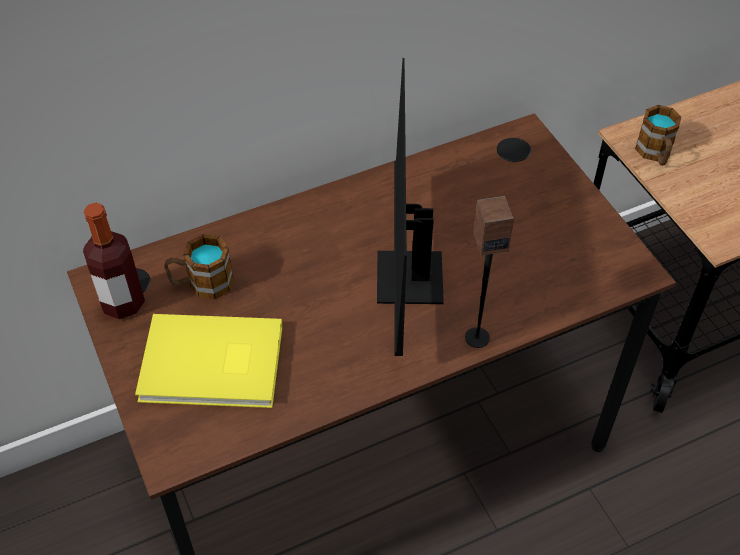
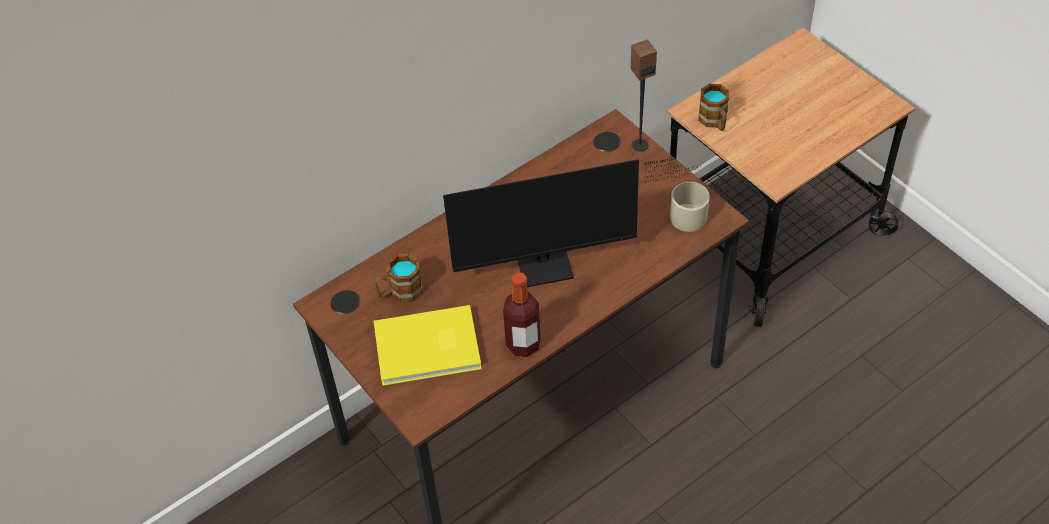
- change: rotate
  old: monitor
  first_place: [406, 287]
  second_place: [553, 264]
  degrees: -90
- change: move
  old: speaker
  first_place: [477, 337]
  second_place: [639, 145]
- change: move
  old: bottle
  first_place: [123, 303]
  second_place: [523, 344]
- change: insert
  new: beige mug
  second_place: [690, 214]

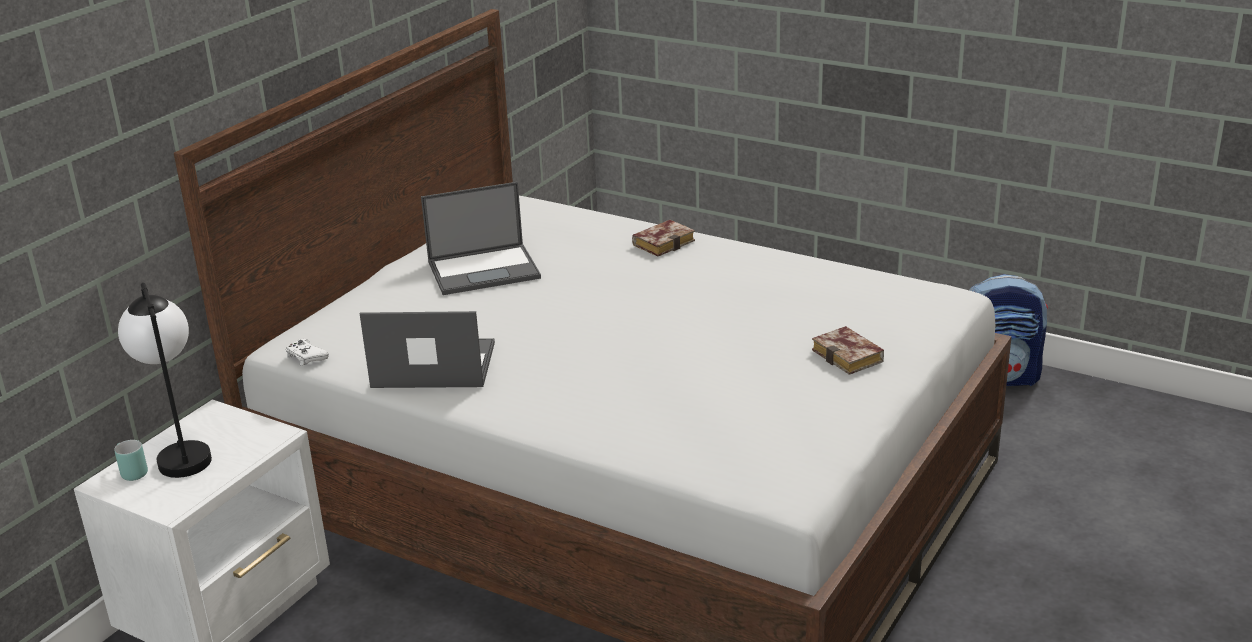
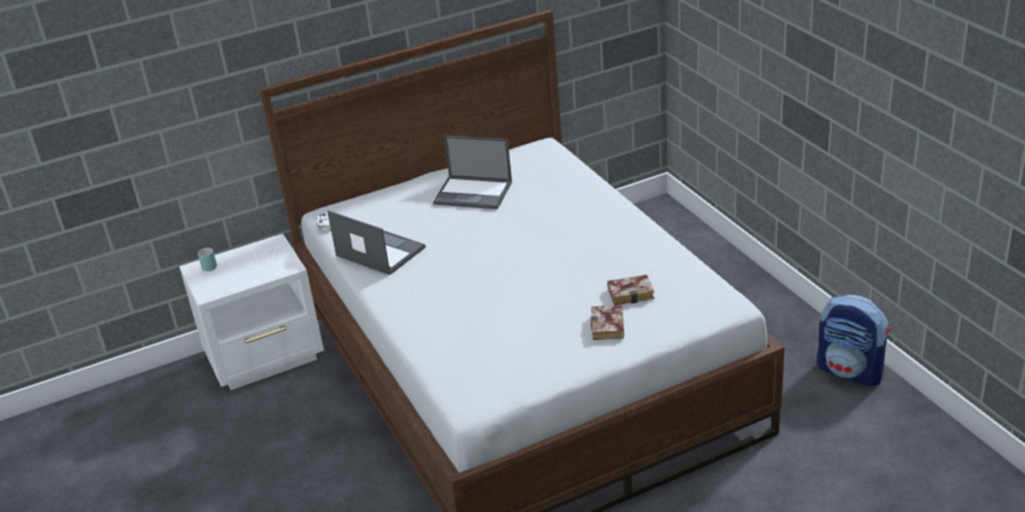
- change: move
  old: book
  first_place: [664, 242]
  second_place: [632, 293]
- change: delete
  old: table lamp
  first_place: [181, 452]

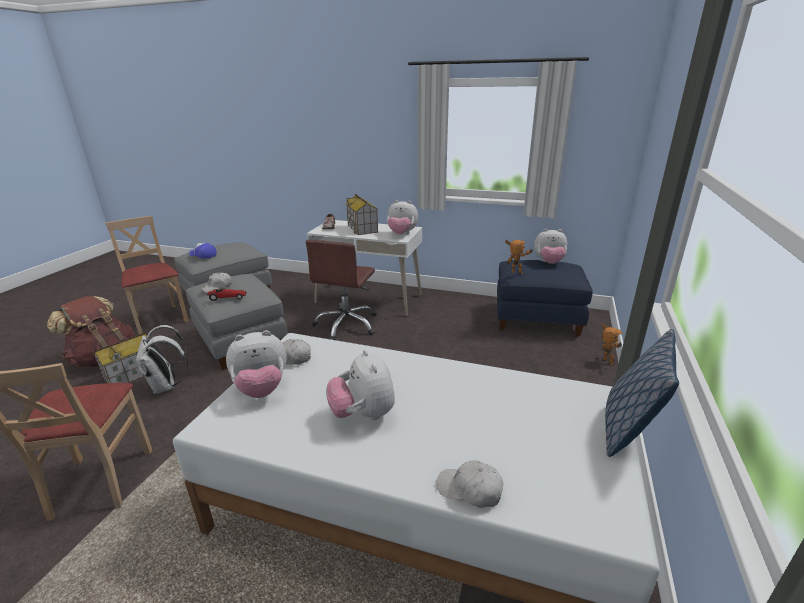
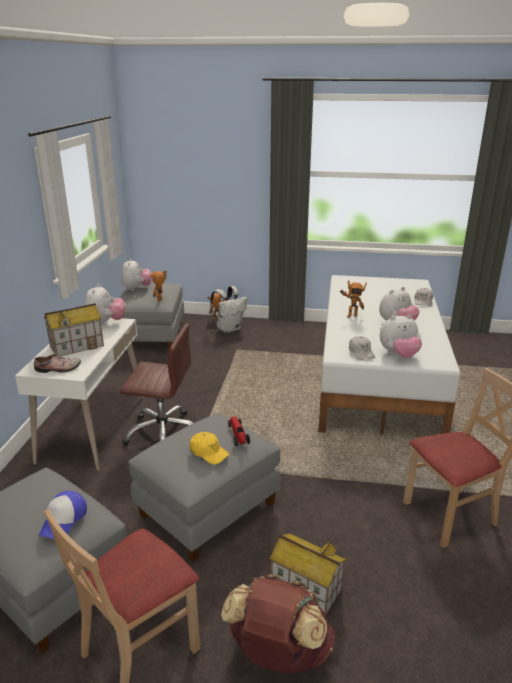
- change: recolor
  old: blue ottoman
  new: grey ottoman
  first_place: [537, 318]
  second_place: [151, 336]
- change: recolor
  old: white cap
  new: yellow cap
  first_place: [217, 287]
  second_place: [208, 452]
- change: move
  old: white backpack
  first_place: [167, 386]
  second_place: [229, 329]
- change: delete
  old: pillow
  first_place: [628, 428]
- change: rotate
  old: plush toy
  first_place: [262, 389]
  second_place: [399, 355]
  degrees: 105
- change: insert
  new: toy robot
  second_place: [351, 315]

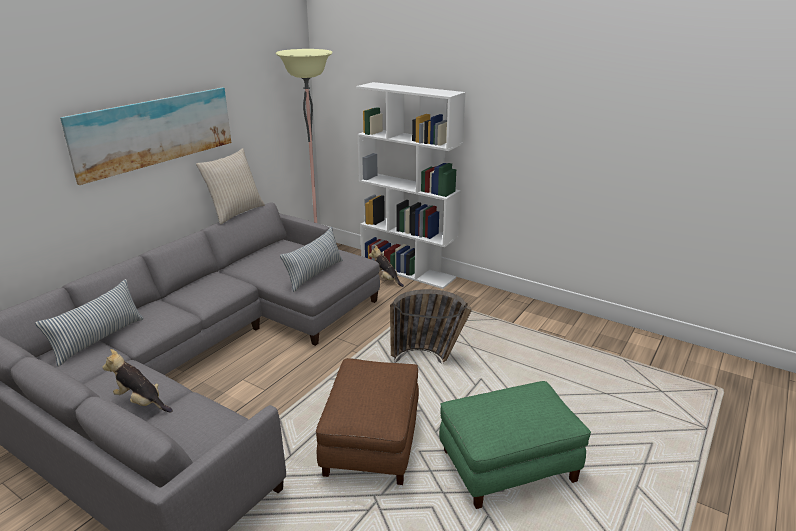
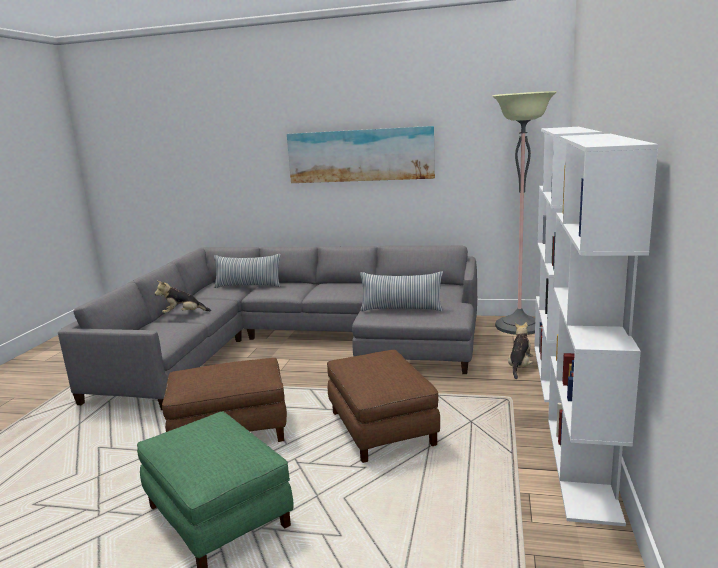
- change: delete
  old: beige pillow
  first_place: [235, 212]
- change: replace
  old: basket
  new: brown ottoman
  first_place: [429, 359]
  second_place: [380, 428]
- change: rotate
  old: plush toy
  first_place: [141, 402]
  second_place: [183, 314]
  degrees: -105
- change: insert
  new: white bookcase
  second_place: [582, 466]

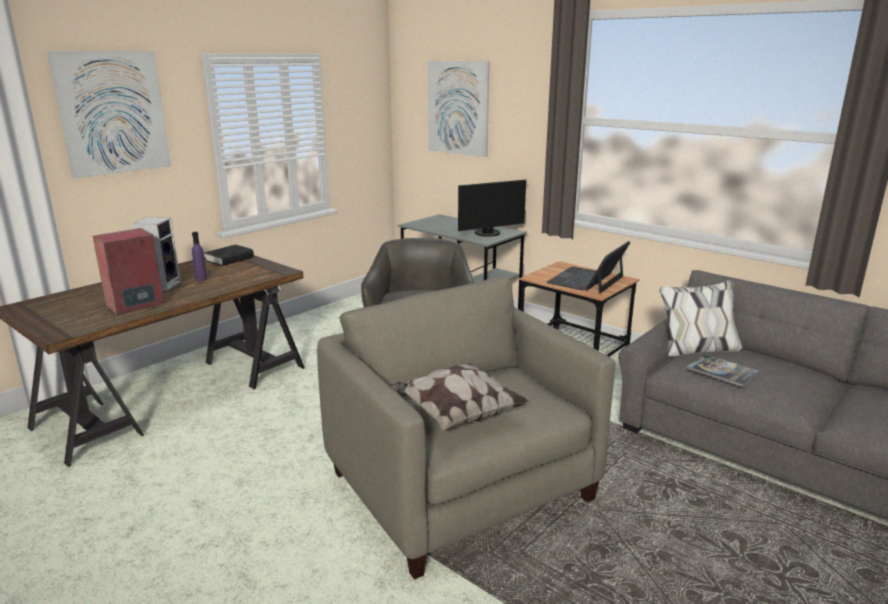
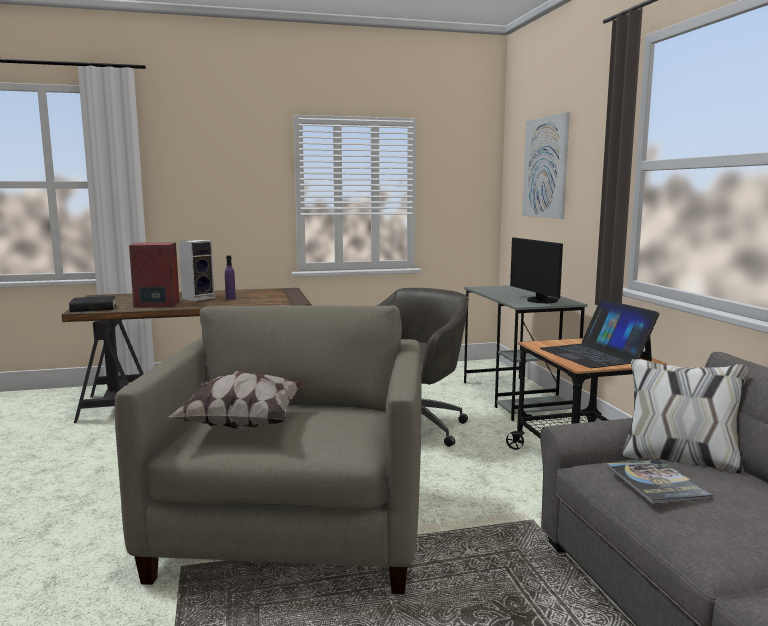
- change: delete
  old: picture
  first_place: [113, 113]
- change: rotate
  old: monitor
  first_place: [489, 233]
  second_place: [539, 301]
  degrees: 60
- change: rotate
  old: laptop
  first_place: [586, 280]
  second_place: [595, 354]
  degrees: -90
- change: move
  old: black book
  first_place: [229, 259]
  second_place: [93, 308]

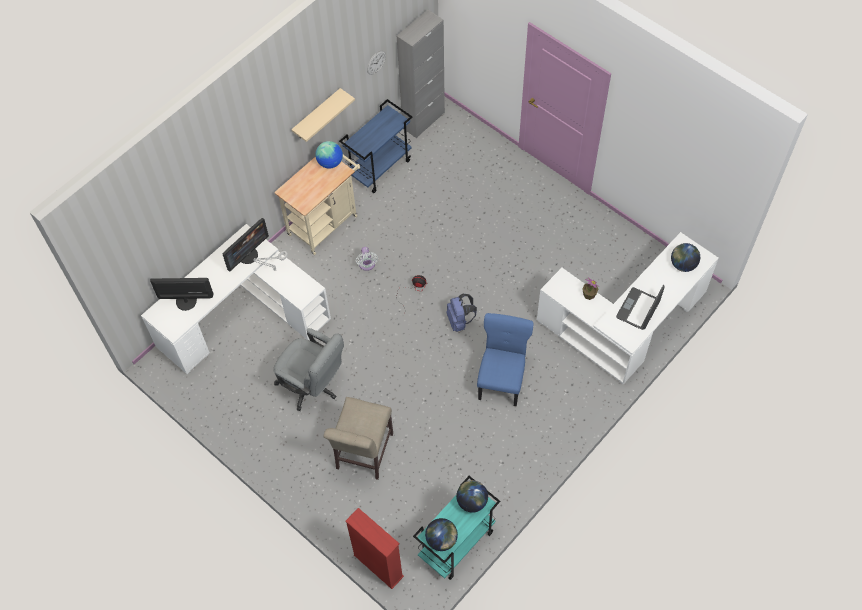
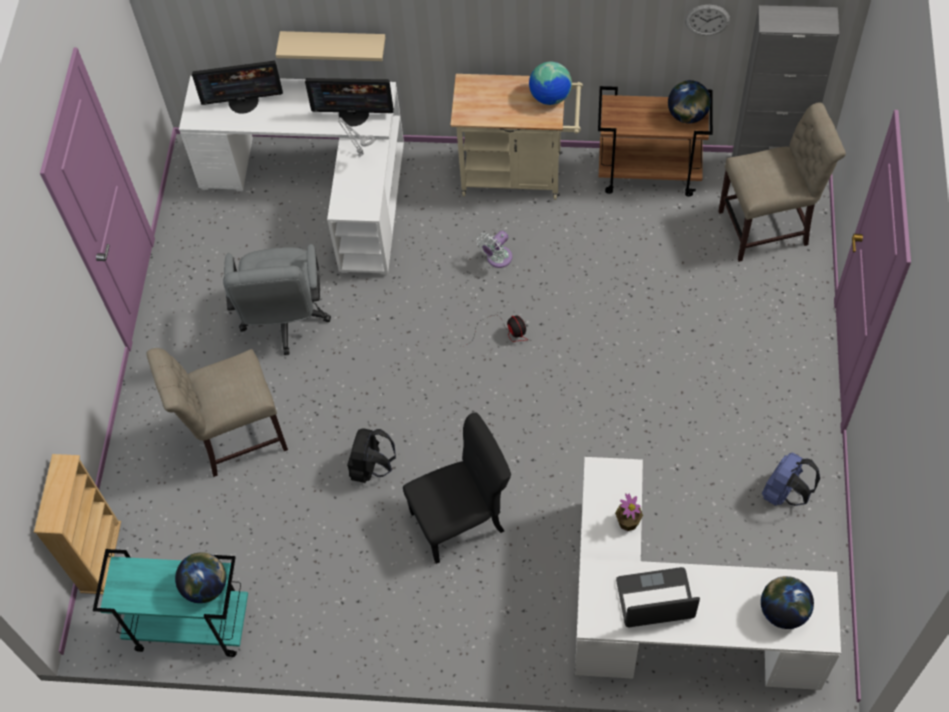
- change: move
  old: beige shelf
  first_place: [317, 115]
  second_place: [334, 44]
- change: recolor
  old: blue cart
  new: brown cart
  first_place: [379, 167]
  second_place: [650, 173]
- change: rotate
  old: monitor
  first_place: [186, 300]
  second_place: [243, 101]
  degrees: 120
- change: move
  old: blue backpack
  first_place: [460, 321]
  second_place: [785, 493]
- change: recolor
  old: blue chair
  new: black chair
  first_place: [502, 380]
  second_place: [461, 520]
- change: recolor
  old: red bookcase
  new: beige bookcase
  first_place: [378, 566]
  second_place: [100, 557]
- change: move
  old: globe
  first_place: [441, 539]
  second_place: [687, 115]
- change: insert
  new: beige chair
  second_place: [768, 227]
- change: insert
  new: black backpack
  second_place: [371, 467]

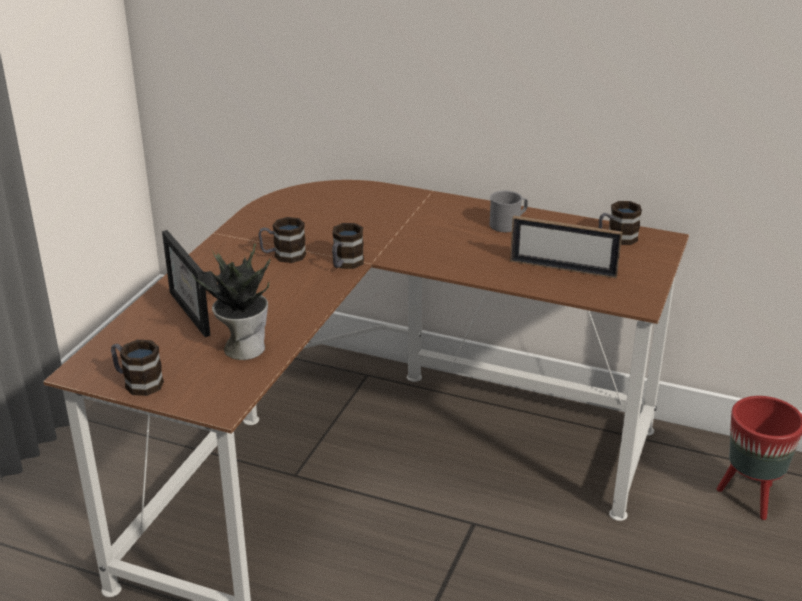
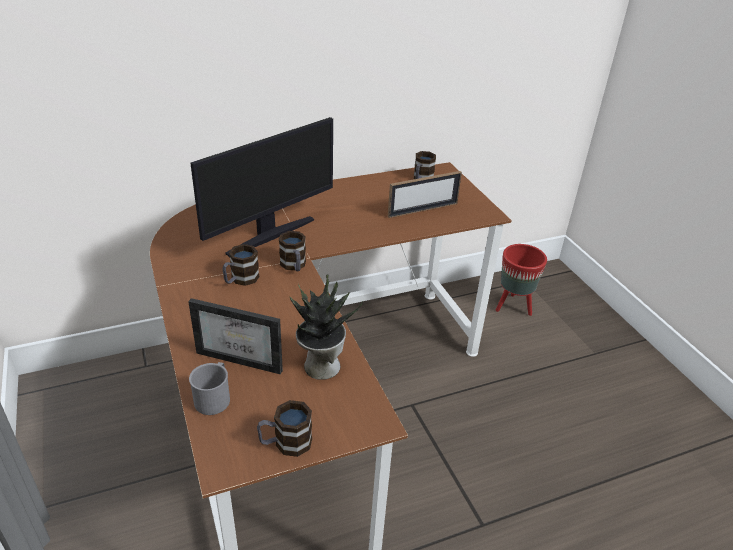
- change: move
  old: grey mug
  first_place: [508, 224]
  second_place: [214, 397]
- change: insert
  new: monitor
  second_place: [269, 235]

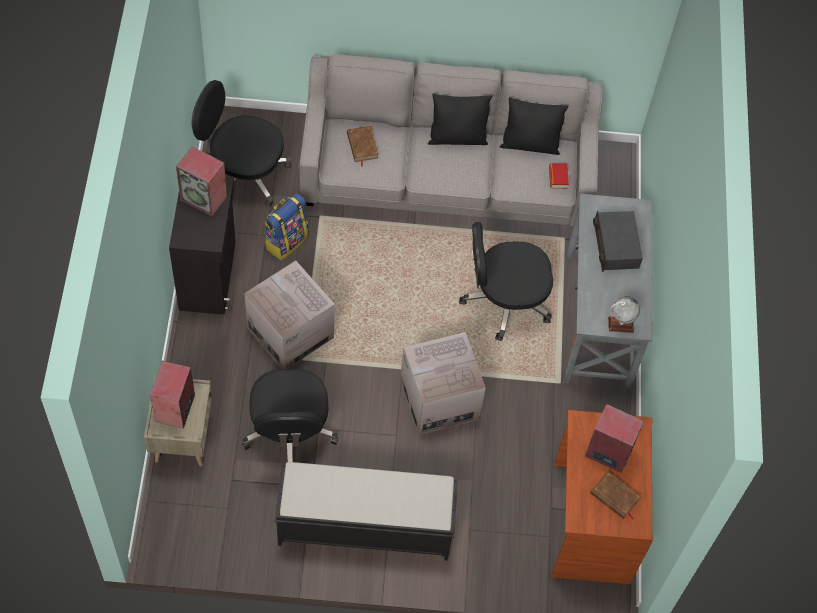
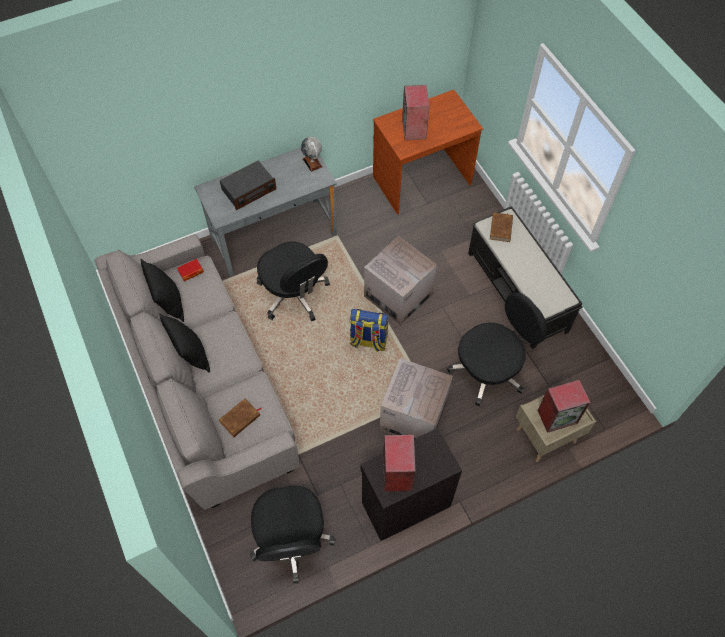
- change: move
  old: backpack
  first_place: [286, 241]
  second_place: [368, 341]
- change: move
  old: brown book
  first_place: [614, 497]
  second_place: [501, 228]

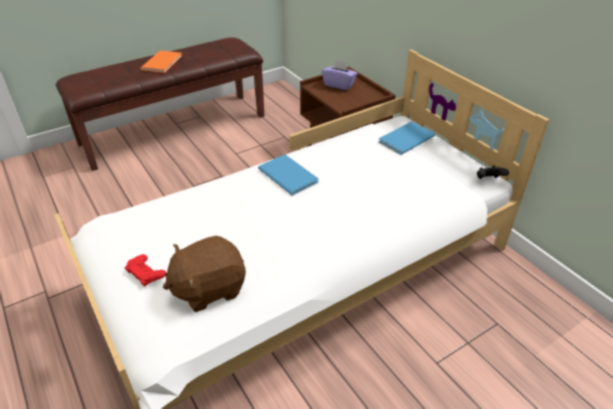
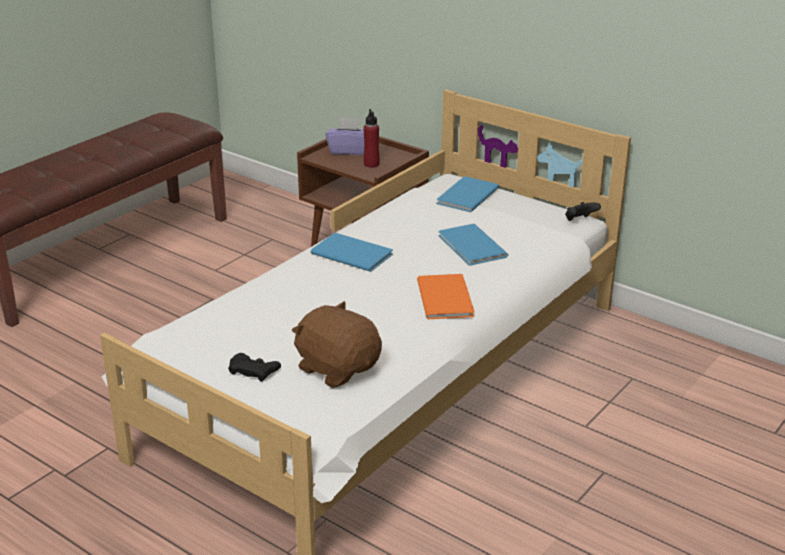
- change: move
  old: orange book
  first_place: [163, 62]
  second_place: [446, 297]
- change: rotate
  old: brown plush toy
  first_place: [209, 288]
  second_place: [337, 368]
  degrees: 90
- change: recolor
  old: red game controller
  new: black game controller
  first_place: [146, 273]
  second_place: [253, 370]
- change: insert
  new: red bottle
  second_place: [371, 164]
- change: insert
  new: blue book
  second_place: [471, 247]

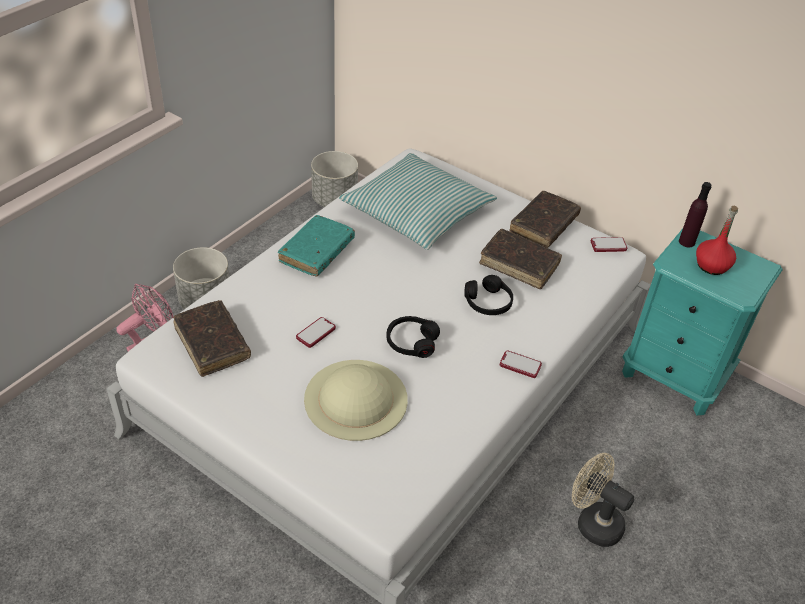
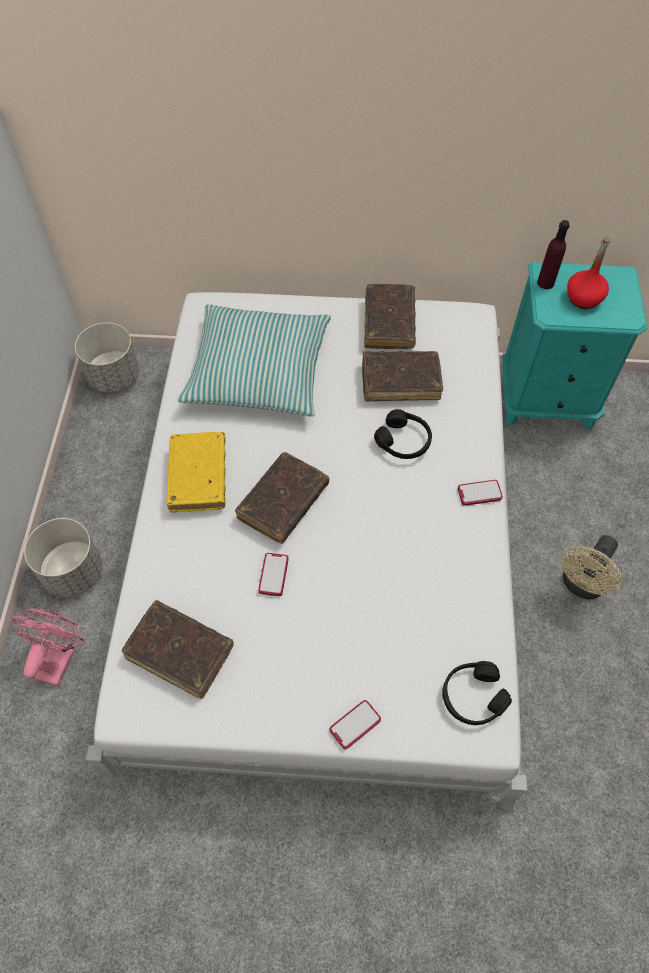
- change: recolor
  old: turquoise book
  new: yellow book
  first_place: [317, 252]
  second_place: [198, 477]
- change: move
  old: phone
  first_place: [608, 245]
  second_place: [355, 724]
- change: move
  old: black headphones
  first_place: [411, 342]
  second_place: [473, 696]
- change: delete
  old: beige hat
  first_place: [356, 399]
- change: rotate
  old: beige fan
  first_place: [593, 522]
  second_place: [581, 585]
  degrees: -60
- change: insert
  new: brown book
  second_place: [283, 502]

